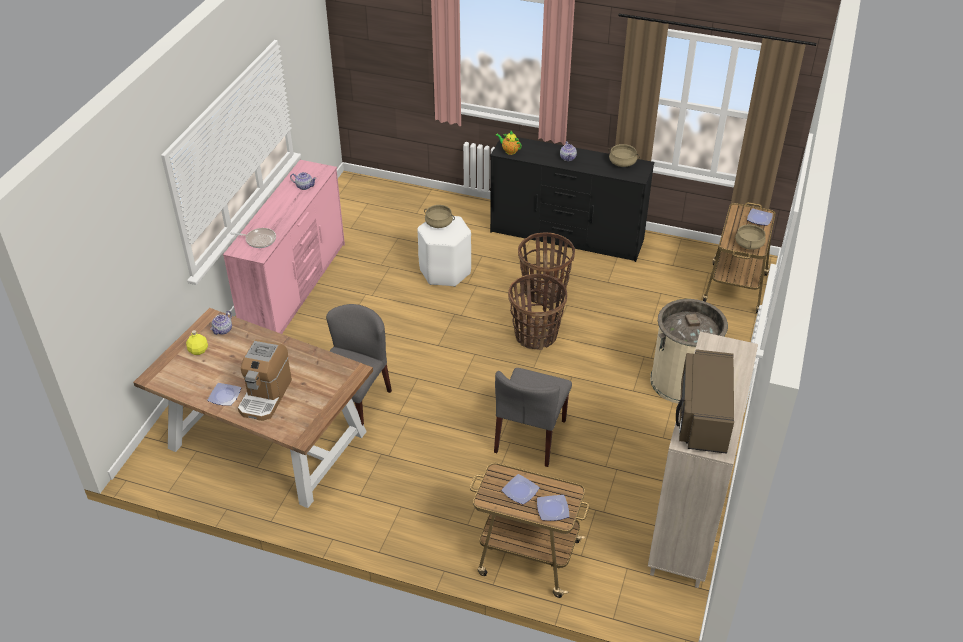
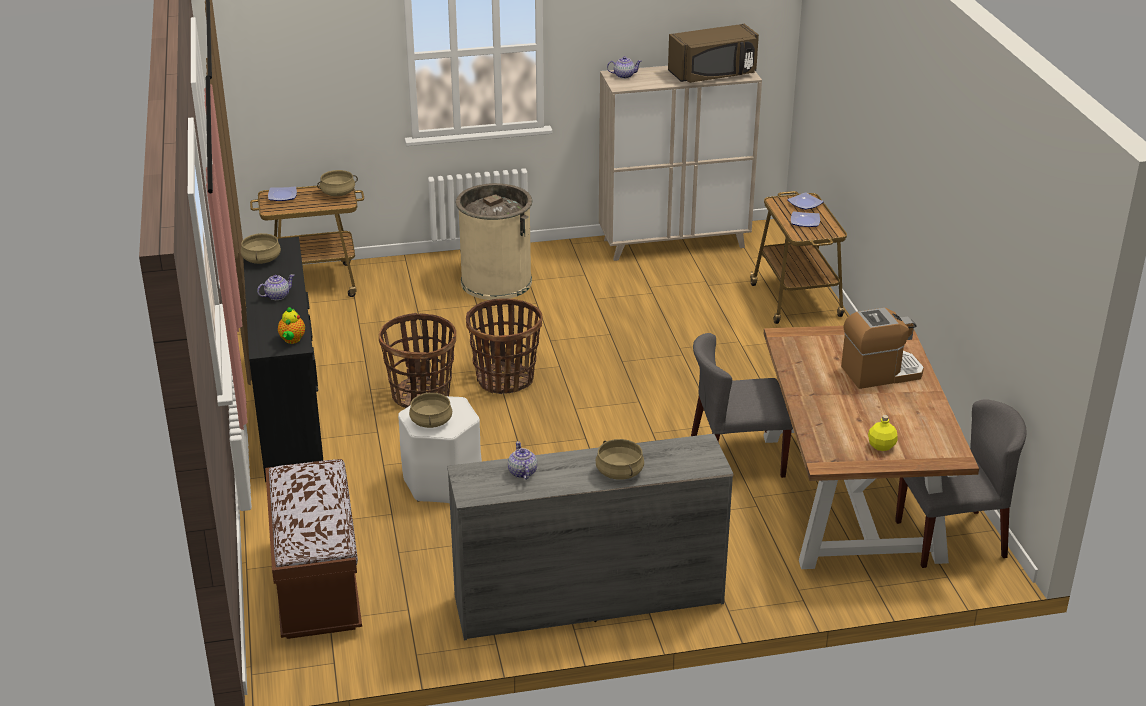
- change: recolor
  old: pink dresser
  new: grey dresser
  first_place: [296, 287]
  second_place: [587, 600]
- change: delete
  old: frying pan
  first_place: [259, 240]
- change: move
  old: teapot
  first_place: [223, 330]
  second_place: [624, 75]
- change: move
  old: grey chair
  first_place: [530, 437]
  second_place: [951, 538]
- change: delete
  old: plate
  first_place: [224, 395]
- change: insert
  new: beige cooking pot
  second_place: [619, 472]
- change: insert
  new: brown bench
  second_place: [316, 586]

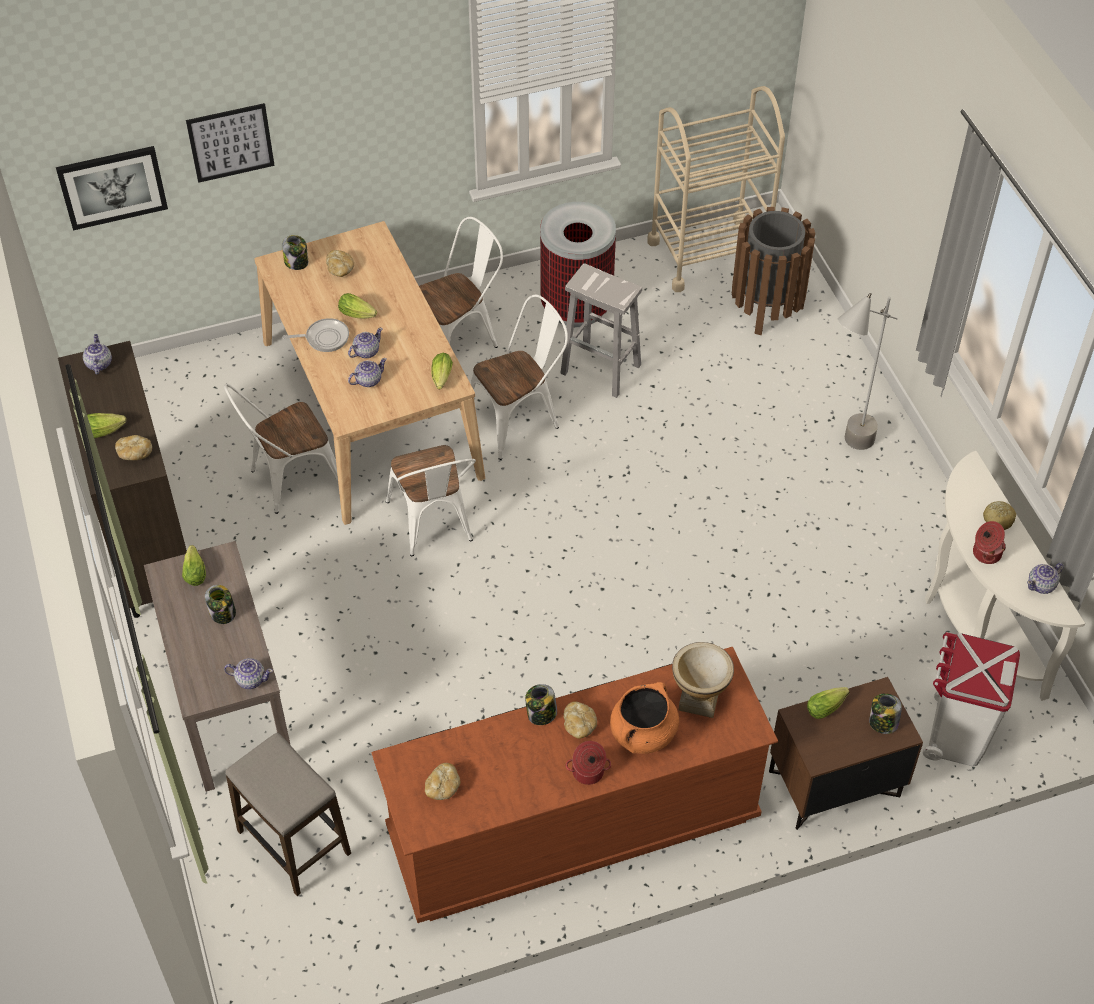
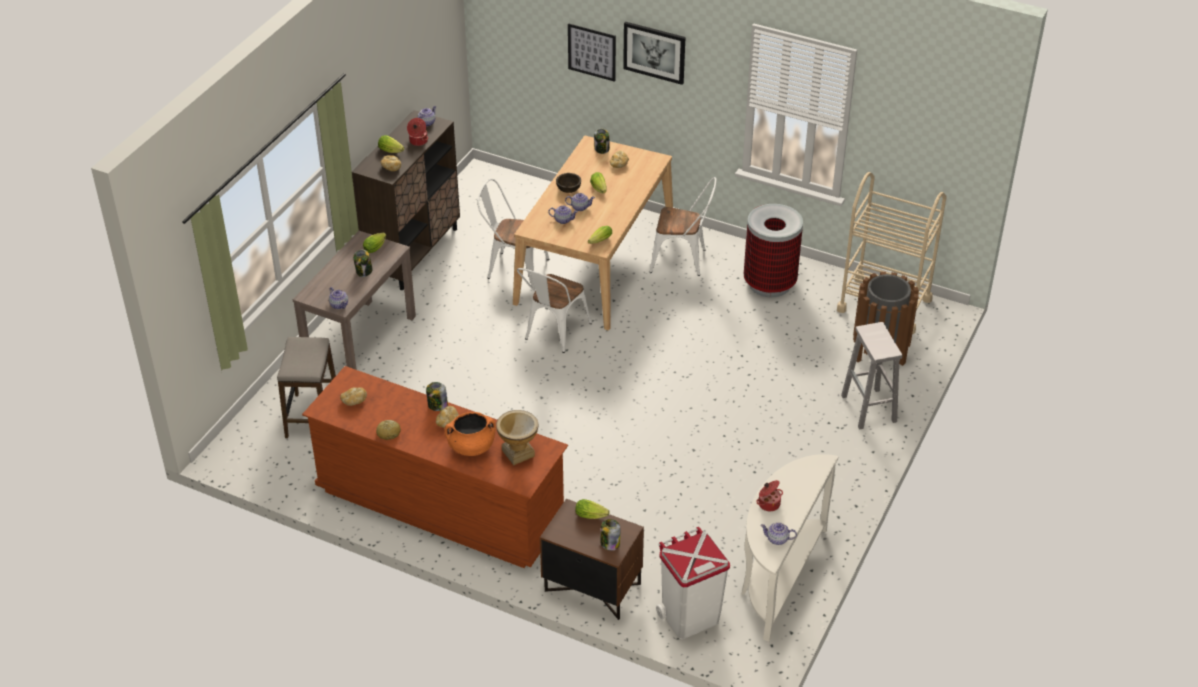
- change: move
  old: picture
  first_place: [112, 186]
  second_place: [654, 52]
- change: move
  old: white stool
  first_place: [602, 369]
  second_place: [869, 409]
- change: delete
  old: grey floor lamp
  first_place: [844, 452]
- change: delete
  old: white chair
  first_place: [519, 418]
- change: replace
  old: frying pan
  new: brown bowl
  first_place: [324, 338]
  second_place: [568, 189]
- change: move
  old: bread
  first_place: [998, 519]
  second_place: [388, 433]
- change: move
  old: cooking pot
  first_place: [588, 772]
  second_place: [418, 141]

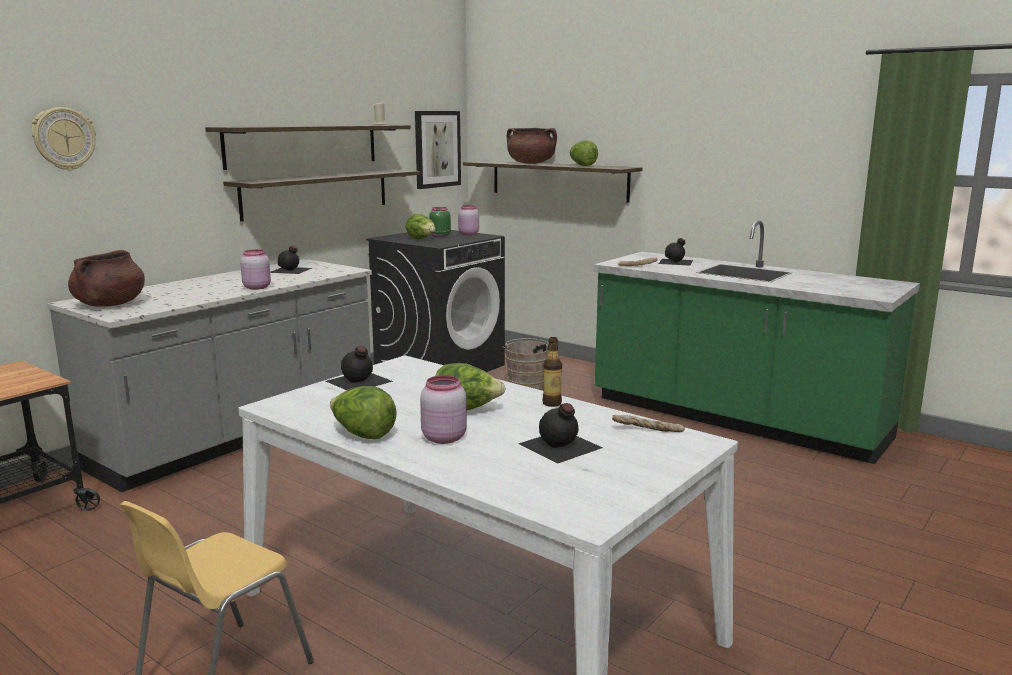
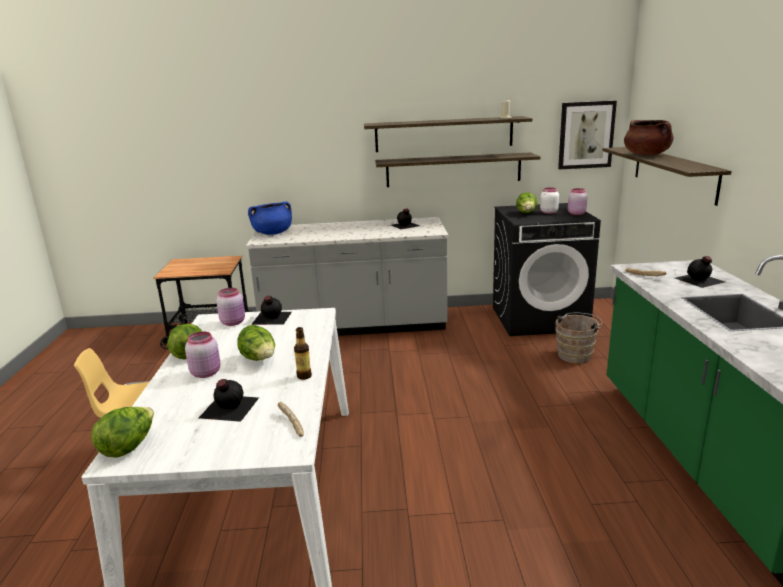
- change: delete
  old: wall clock
  first_place: [64, 139]
- change: move
  old: lettuce
  first_place: [582, 166]
  second_place: [128, 447]
- change: recolor
  old: green jar
  new: white jar
  first_place: [439, 236]
  second_place: [548, 212]
- change: move
  old: pink jar
  first_place: [257, 287]
  second_place: [233, 322]
- change: recolor
  old: brown cooking pot
  new: blue cooking pot
  first_place: [110, 305]
  second_place: [272, 233]

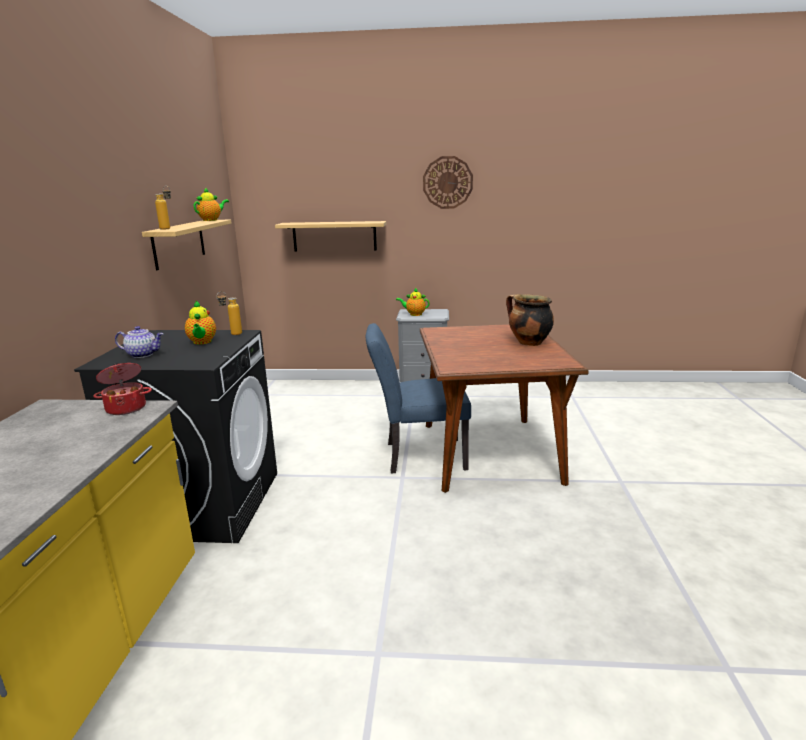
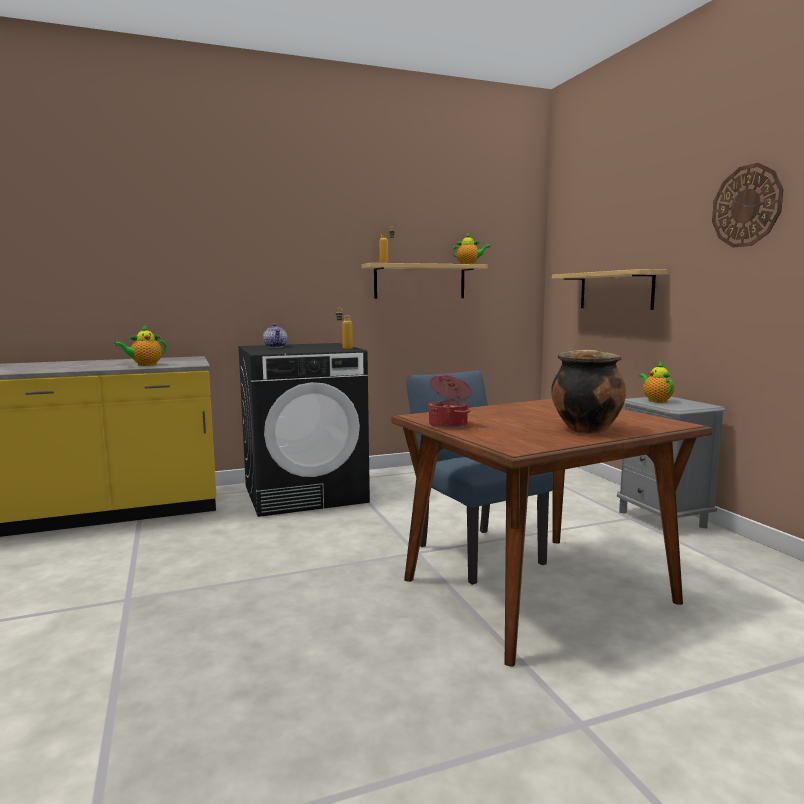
- change: move
  old: teapot
  first_place: [202, 342]
  second_place: [145, 365]
- change: move
  old: cooking pot
  first_place: [126, 408]
  second_place: [449, 425]

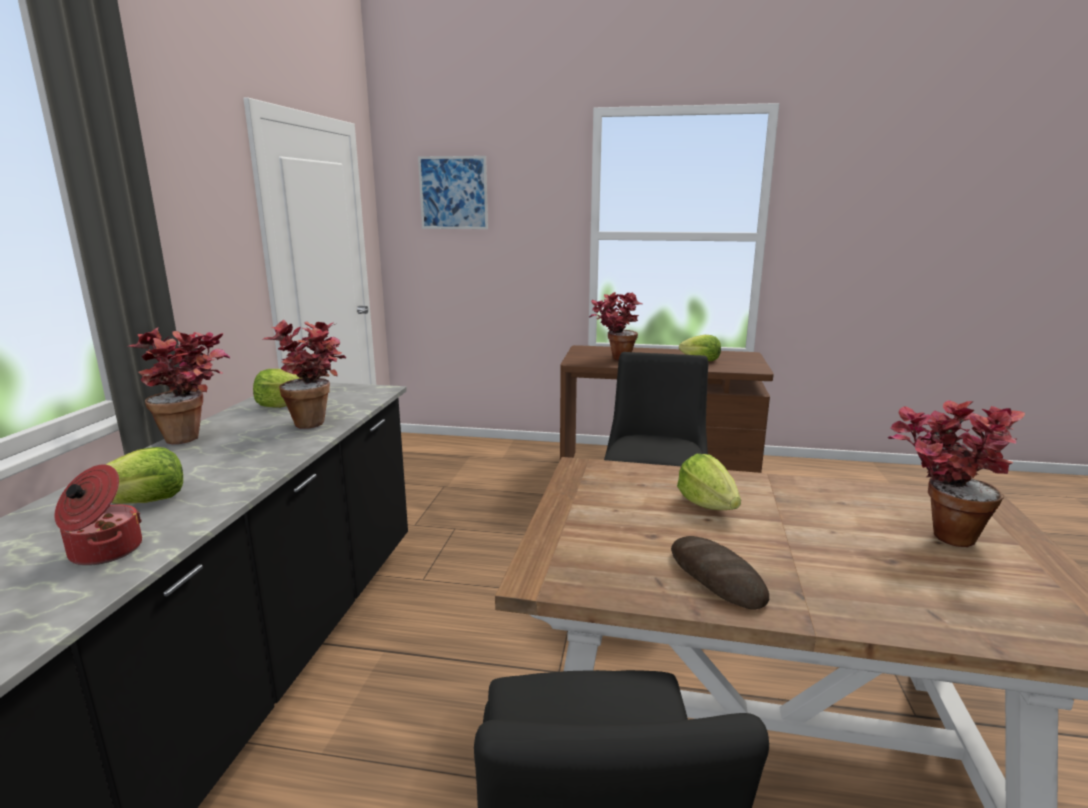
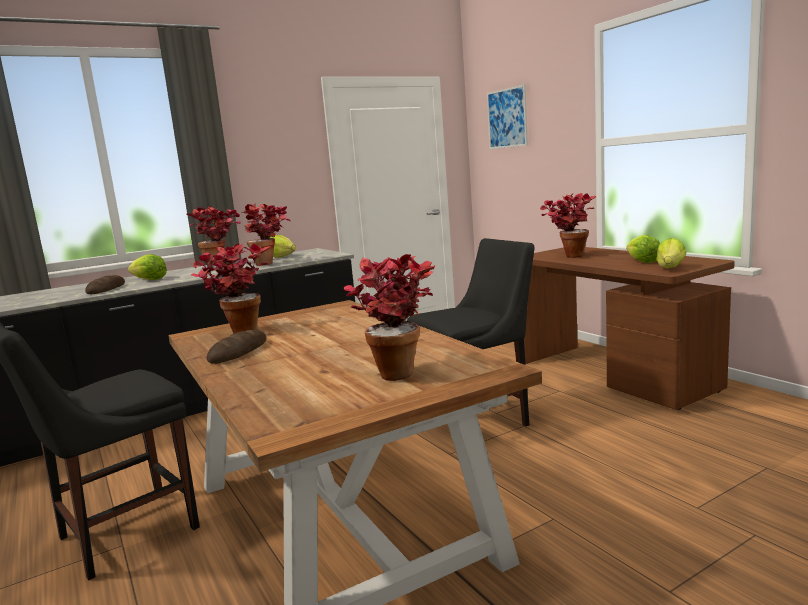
- change: move
  old: lettuce
  first_place: [707, 504]
  second_place: [670, 268]
- change: replace
  old: cooking pot
  new: bread
  first_place: [104, 551]
  second_place: [106, 289]
- change: insert
  new: potted plant
  second_place: [238, 331]

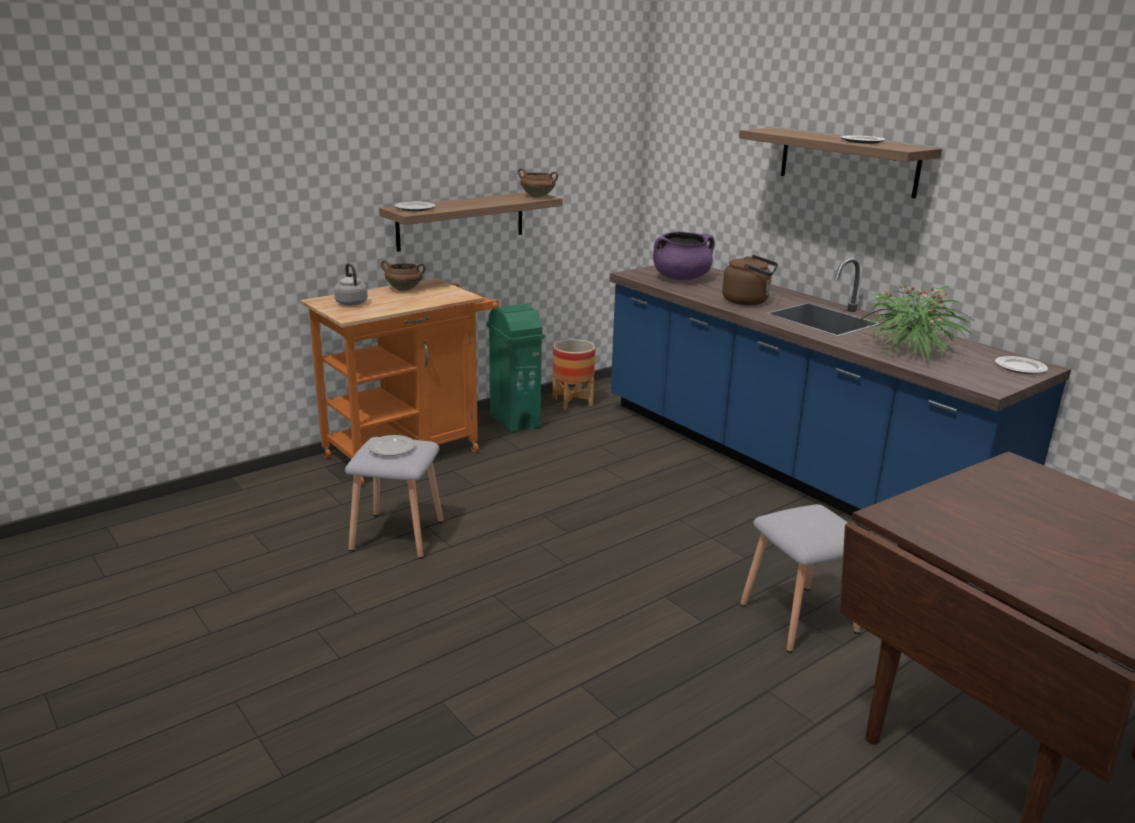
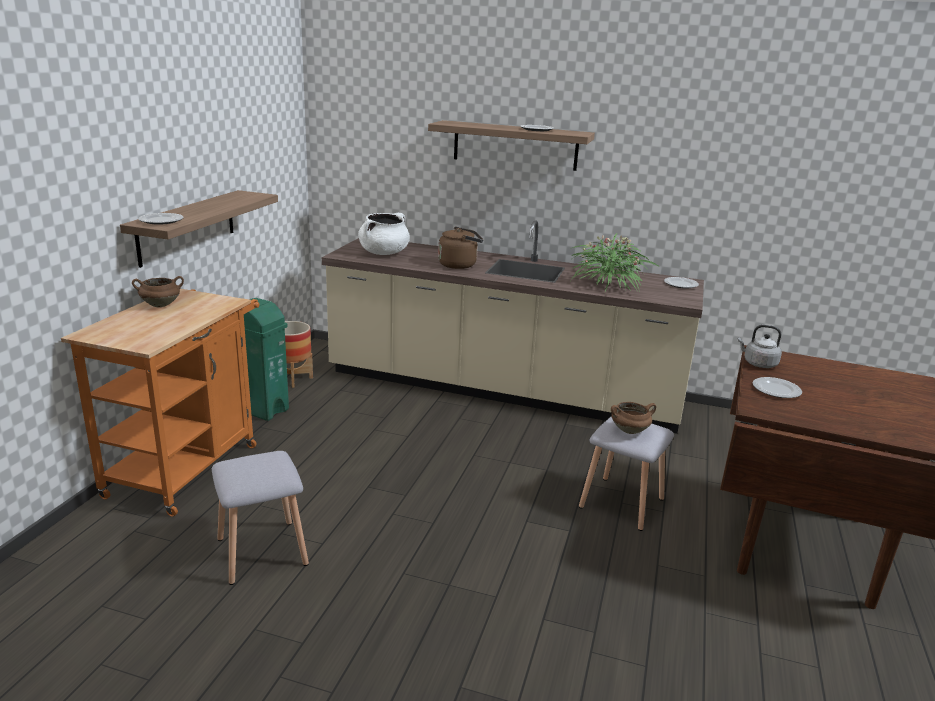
- change: move
  old: brown cooking pot
  first_place: [538, 196]
  second_place: [630, 430]
- change: recolor
  old: purple cooking pot
  new: white cooking pot
  first_place: [681, 278]
  second_place: [384, 253]
- change: recolor
  old: blue counter
  new: beige counter
  first_place: [786, 466]
  second_place: [502, 390]
- change: move
  old: grey kettle
  first_place: [351, 302]
  second_place: [758, 364]
- change: move
  old: plate
  first_place: [392, 448]
  second_place: [776, 390]

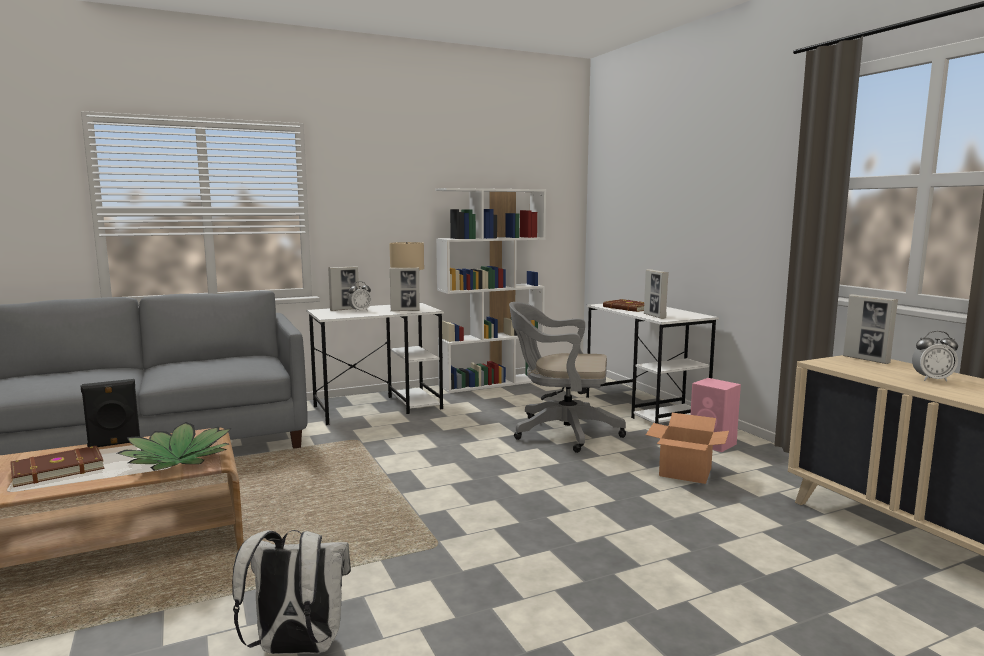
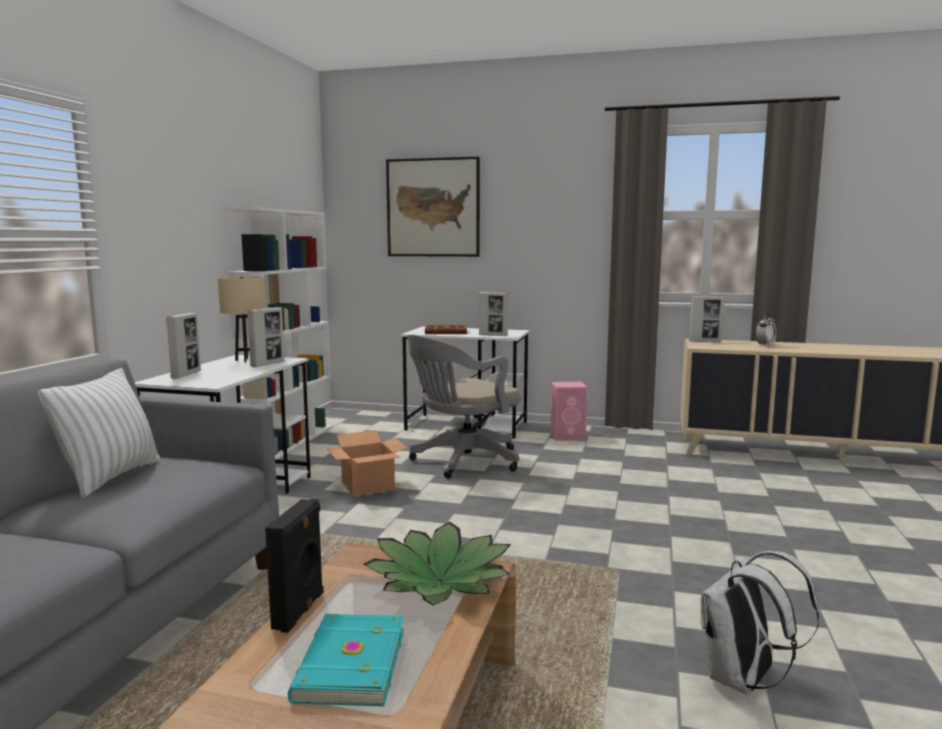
- change: delete
  old: alarm clock
  first_place: [360, 311]
- change: move
  old: cardboard box
  first_place: [686, 472]
  second_place: [368, 485]
- change: recolor
  old: brown book
  new: turquoise book
  first_place: [57, 469]
  second_place: [348, 664]
- change: insert
  new: picture
  second_place: [433, 208]
- change: insert
  new: white pillow
  second_place: [110, 477]

